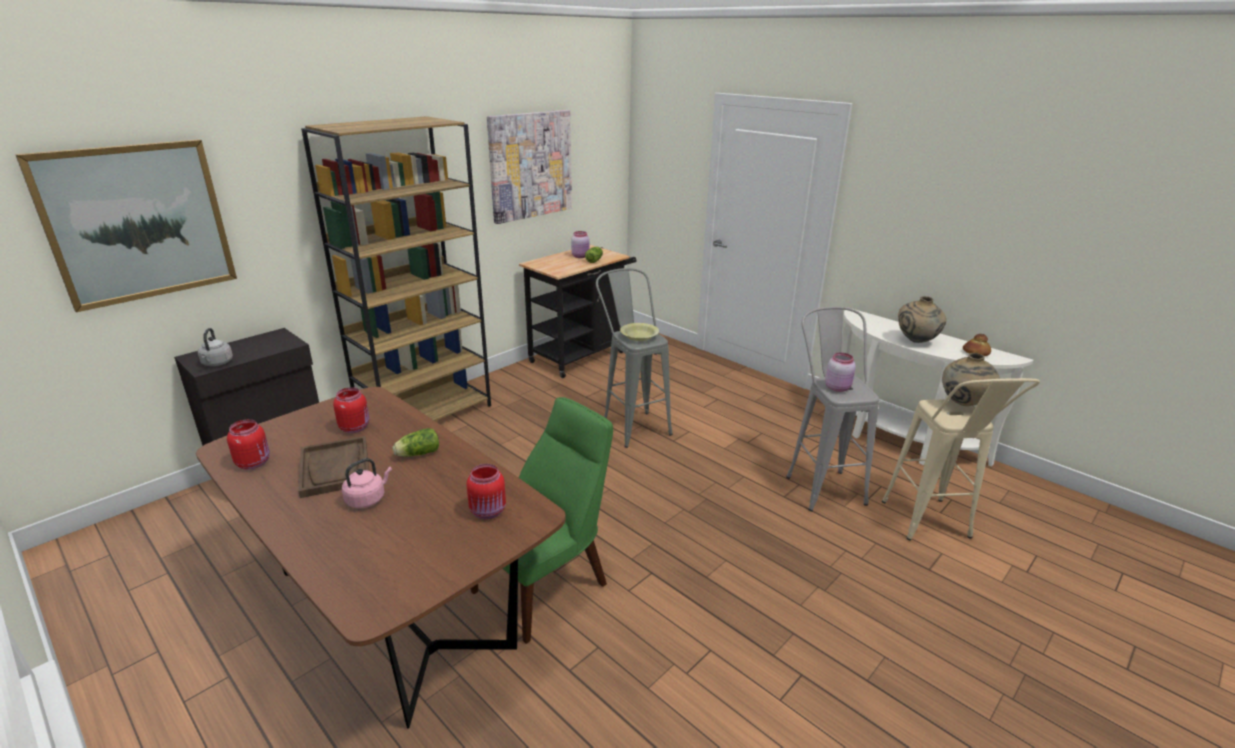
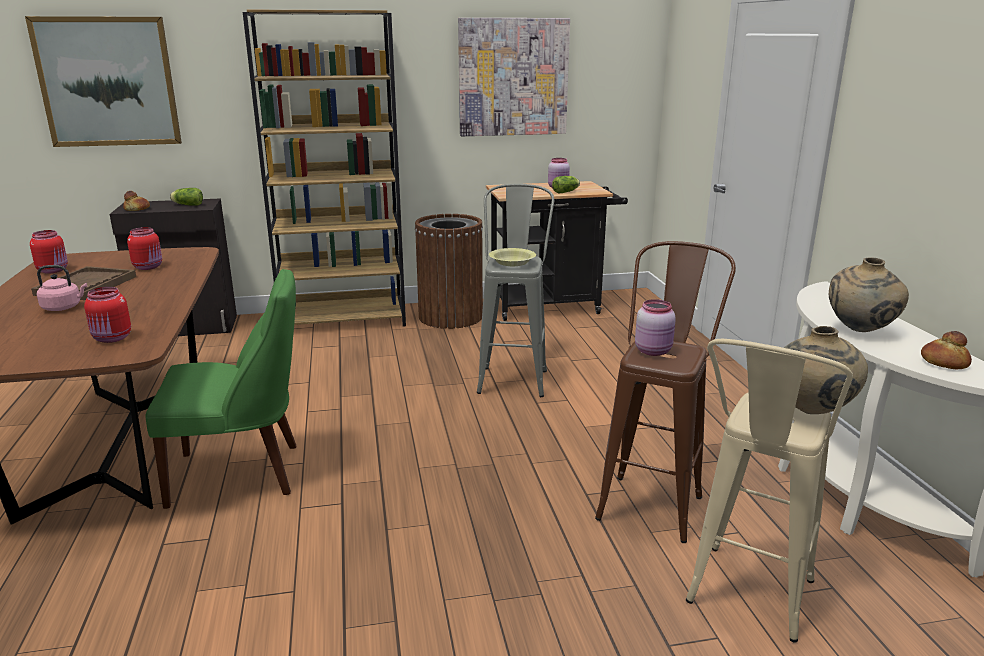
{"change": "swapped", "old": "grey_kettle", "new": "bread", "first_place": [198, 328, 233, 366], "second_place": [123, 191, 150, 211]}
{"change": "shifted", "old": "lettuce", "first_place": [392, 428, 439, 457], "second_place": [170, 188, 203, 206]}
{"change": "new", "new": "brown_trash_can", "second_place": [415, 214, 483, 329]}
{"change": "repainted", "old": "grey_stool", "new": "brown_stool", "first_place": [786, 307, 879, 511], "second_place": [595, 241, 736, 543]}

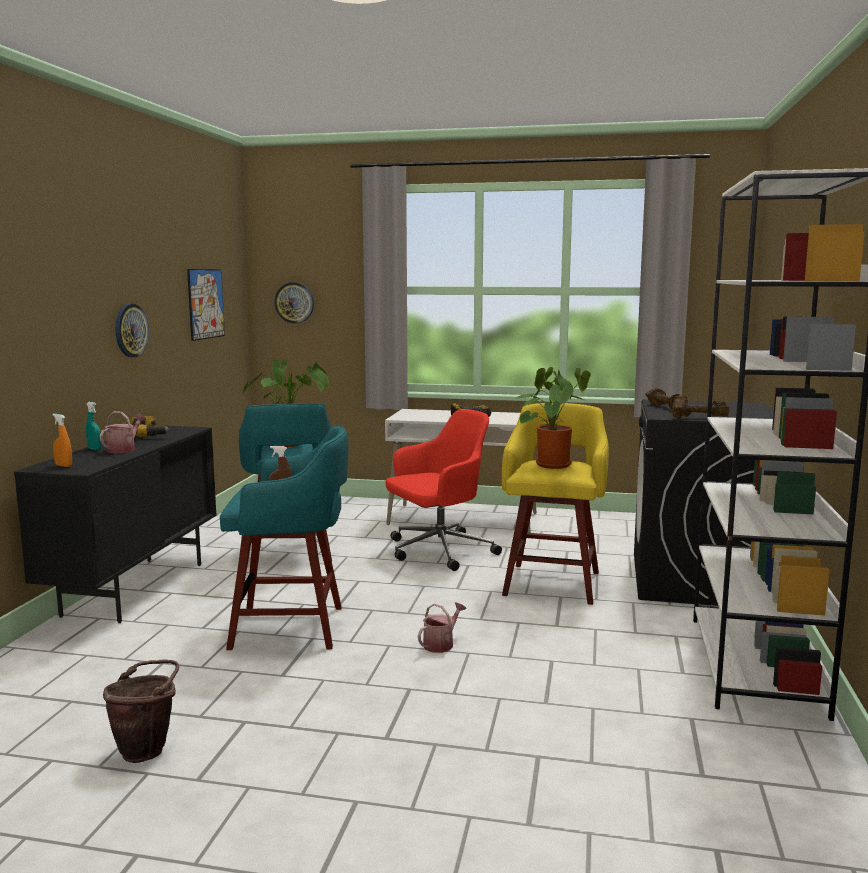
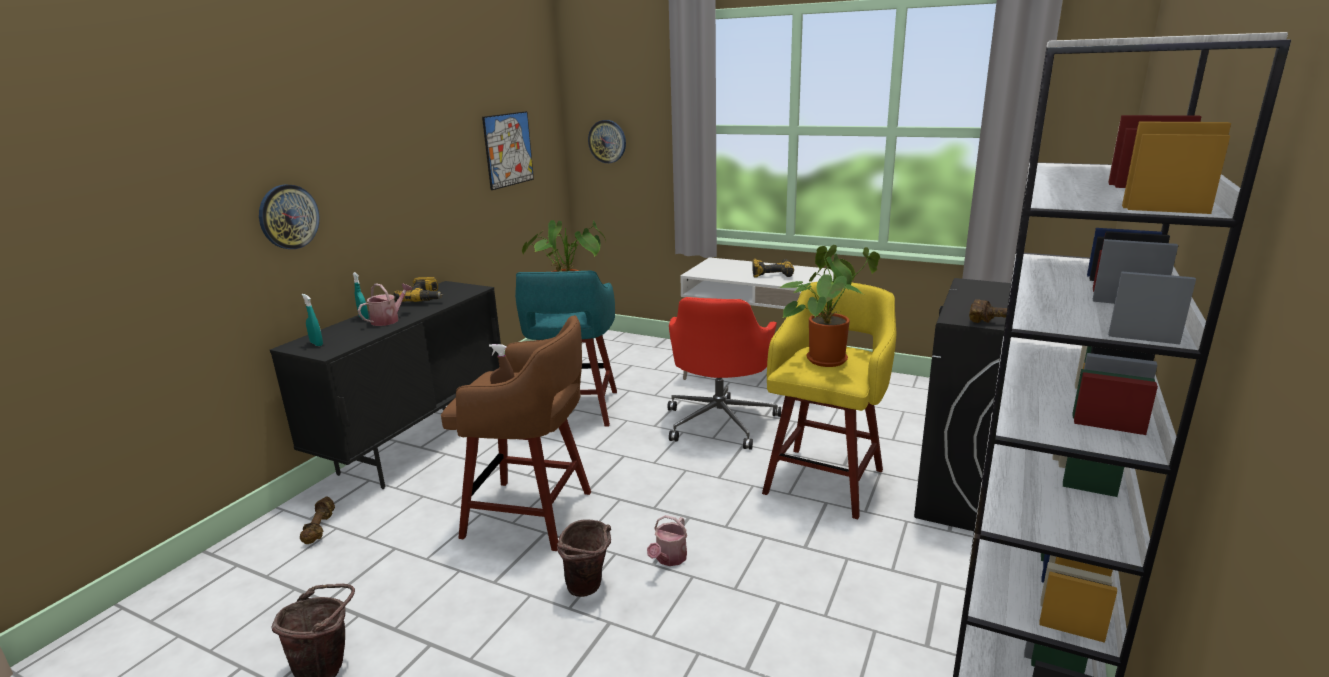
{"change": "shifted", "old": "wall_clock", "first_place": [115, 304, 149, 358], "second_place": [259, 184, 320, 249]}
{"change": "shifted", "old": "brown_dumbbell", "first_place": [645, 388, 688, 409], "second_place": [300, 497, 335, 544]}
{"change": "repainted", "old": "orange_spray_bottle", "new": "turquoise_spray_bottle", "first_place": [53, 414, 72, 467], "second_place": [302, 294, 323, 346]}
{"change": "repainted", "old": "turquoise_stool", "new": "brown_stool", "first_place": [220, 426, 348, 650], "second_place": [441, 315, 591, 551]}
{"change": "new", "new": "brown_bucket", "second_place": [557, 519, 611, 597]}
{"change": "rotated", "old": "watering_can", "first_place": [418, 602, 466, 653], "second_place": [647, 515, 687, 566], "degrees": 150}
{"change": "rotated", "old": "red_office_chair", "first_place": [386, 409, 502, 571], "second_place": [668, 297, 781, 450], "degrees": 120}

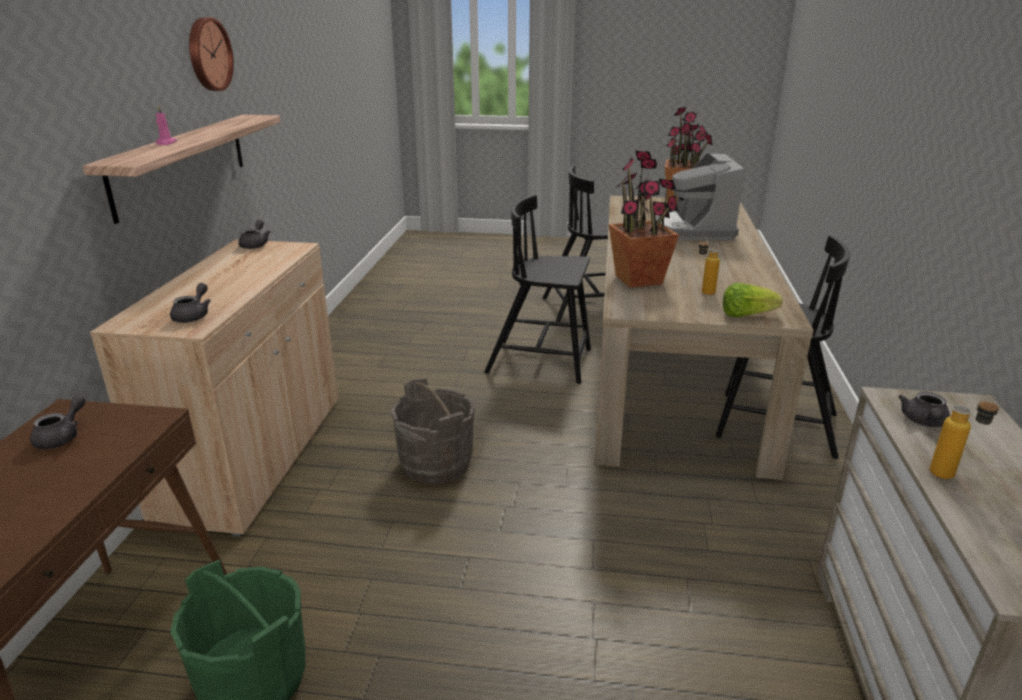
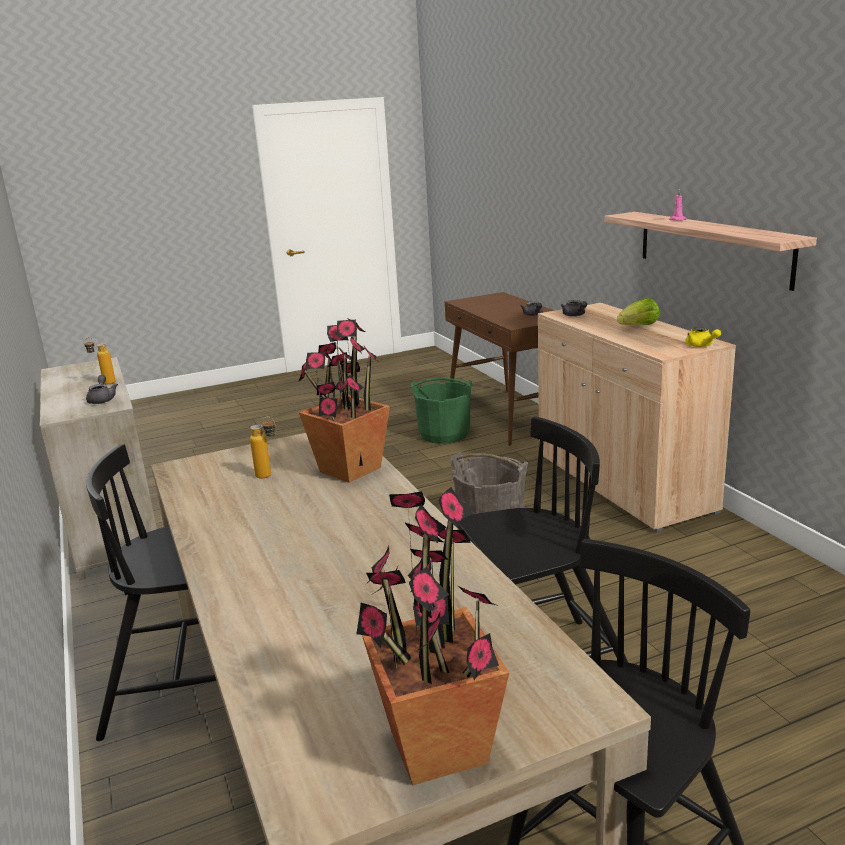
{"change": "shifted", "old": "lettuce", "first_place": [723, 283, 783, 317], "second_place": [617, 298, 660, 325]}
{"change": "repainted", "old": "grey_teapot", "new": "yellow_teapot", "first_place": [239, 220, 270, 249], "second_place": [686, 327, 721, 347]}
{"change": "gone", "old": "wall_clock", "first_place": [189, 17, 234, 91]}
{"change": "gone", "old": "coffee_machine", "first_place": [655, 153, 744, 241]}

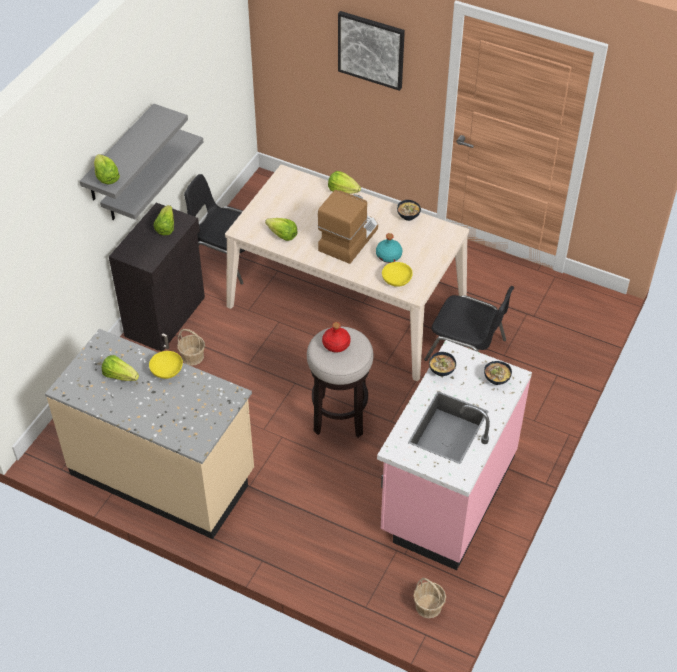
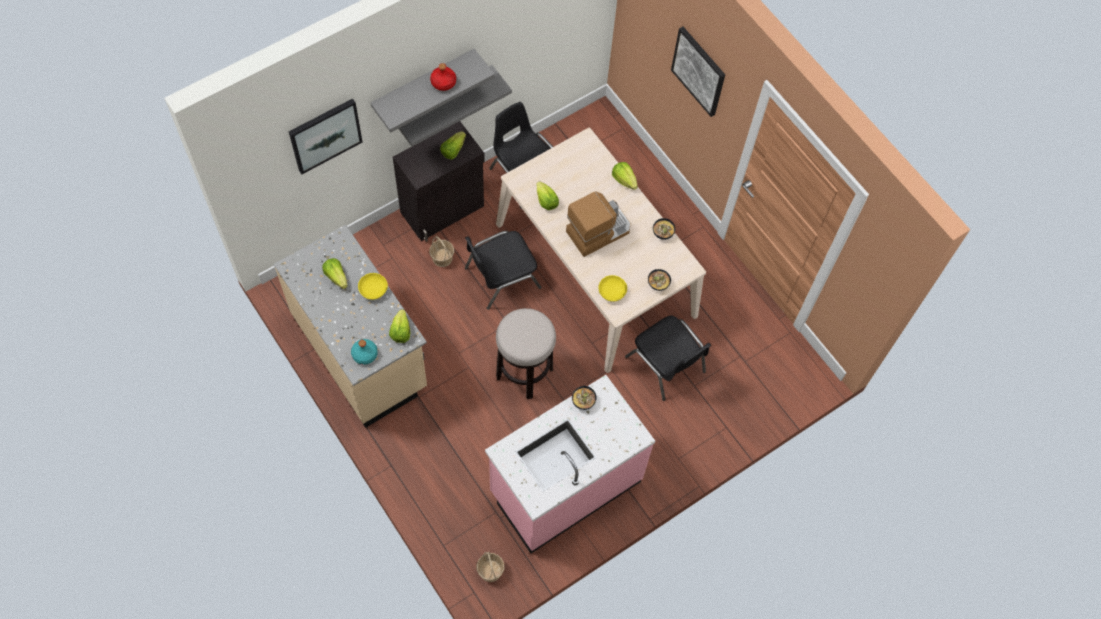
{"change": "new", "new": "picture", "second_place": [289, 98, 362, 174]}
{"change": "shifted", "old": "turquoise_bottle", "first_place": [376, 233, 402, 263], "second_place": [351, 339, 378, 365]}
{"change": "shifted", "old": "lettuce", "first_place": [94, 154, 120, 184], "second_place": [389, 309, 410, 343]}
{"change": "shifted", "old": "red_bottle", "first_place": [322, 322, 351, 353], "second_place": [430, 63, 456, 91]}
{"change": "new", "new": "black_chair", "second_place": [465, 231, 541, 310]}
{"change": "shifted", "old": "bowl", "first_place": [484, 361, 512, 385], "second_place": [648, 269, 671, 291]}

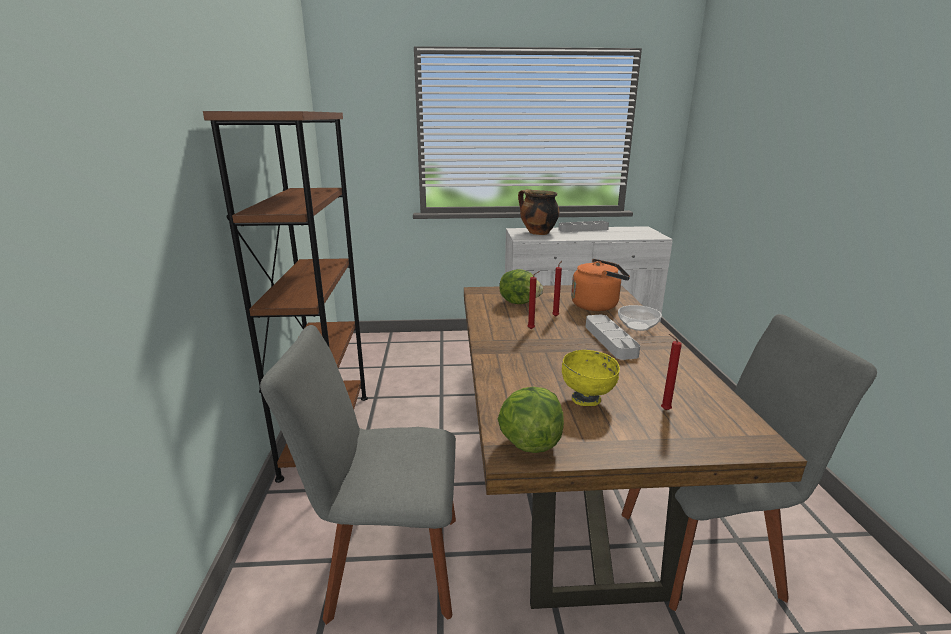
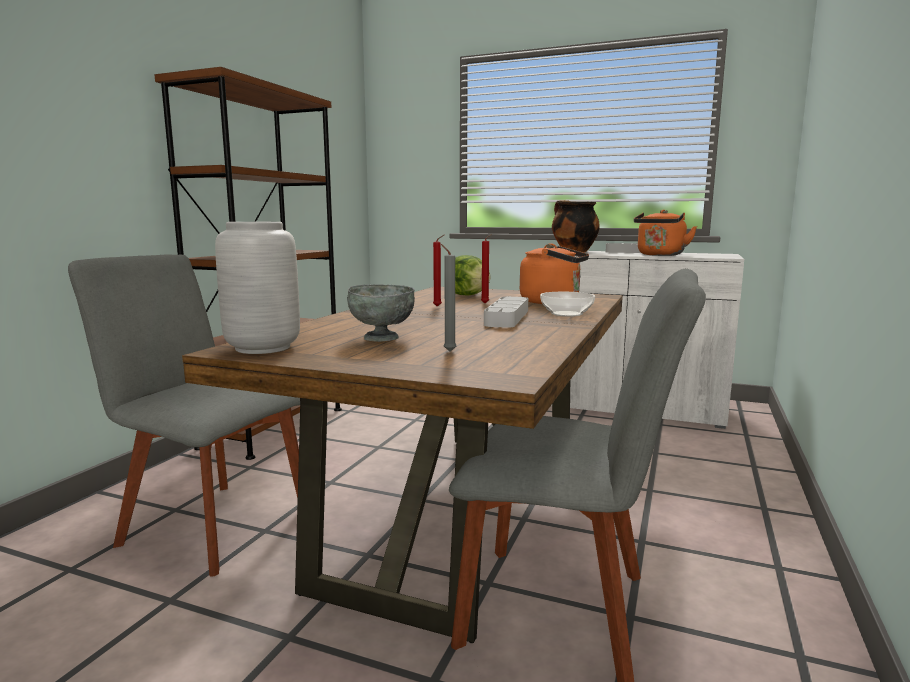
{"change": "swapped", "old": "lettuce", "new": "grey_vase", "first_place": [498, 387, 564, 453], "second_place": [215, 222, 300, 354]}
{"change": "repainted", "old": "yellow_bowl", "new": "grey_bowl", "first_place": [562, 350, 620, 406], "second_place": [347, 284, 415, 342]}
{"change": "repainted", "old": "red_candle", "new": "grey_candle", "first_place": [661, 334, 682, 410], "second_place": [441, 244, 456, 351]}
{"change": "new", "new": "orange_kettle", "second_place": [634, 210, 697, 256]}

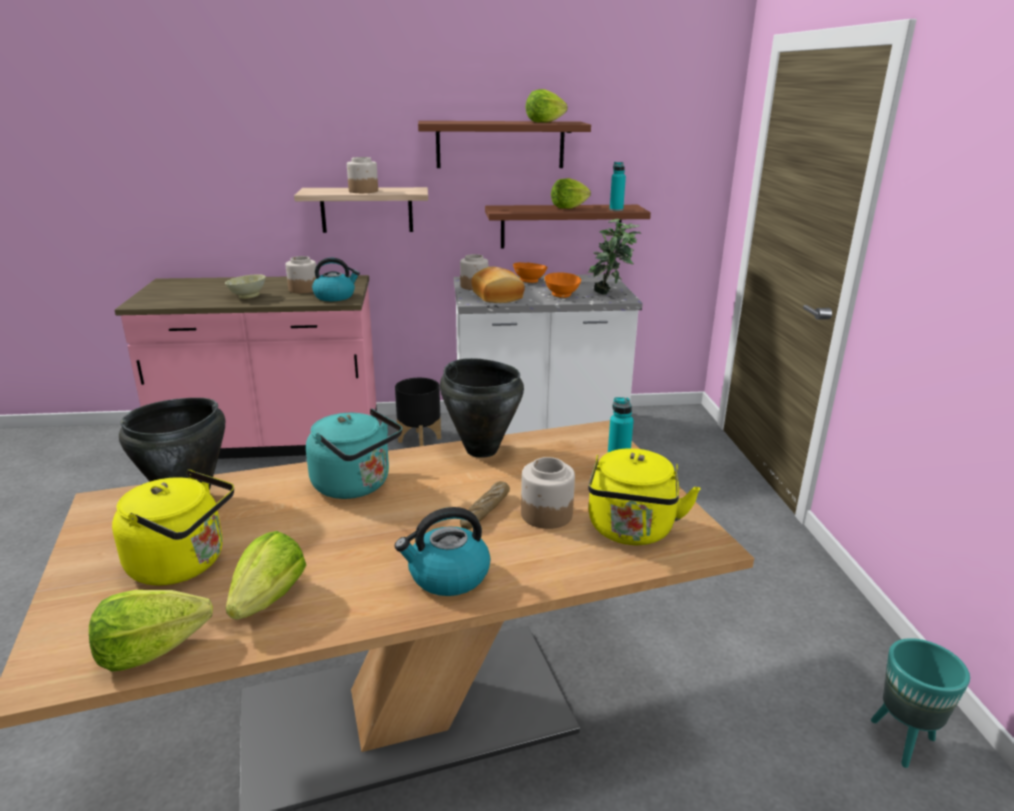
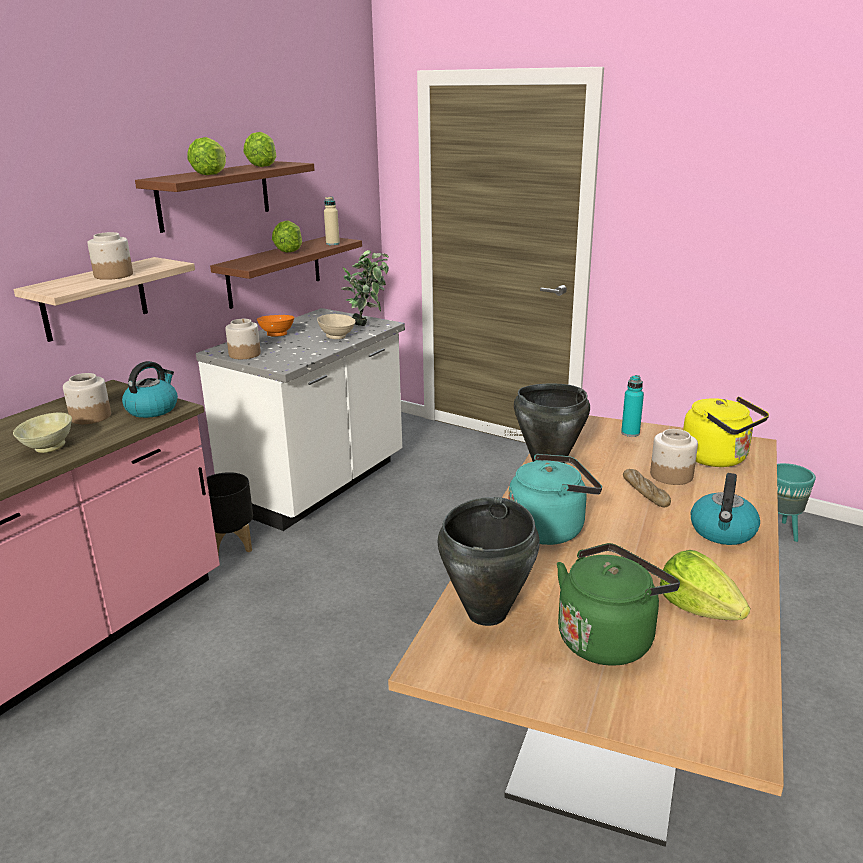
{"change": "shifted", "old": "lettuce", "first_place": [89, 590, 213, 671], "second_place": [187, 137, 226, 175]}
{"change": "repainted", "old": "orange_bowl", "new": "beige_bowl", "first_place": [544, 272, 581, 298], "second_place": [317, 314, 356, 339]}
{"change": "repainted", "old": "turquoise_bottle", "new": "beige_bottle", "first_place": [610, 162, 626, 211], "second_place": [324, 197, 340, 245]}
{"change": "repainted", "old": "yellow_kettle", "new": "green_kettle", "first_place": [112, 470, 234, 586], "second_place": [557, 543, 680, 666]}
{"change": "gone", "old": "bread", "first_place": [472, 266, 525, 303]}

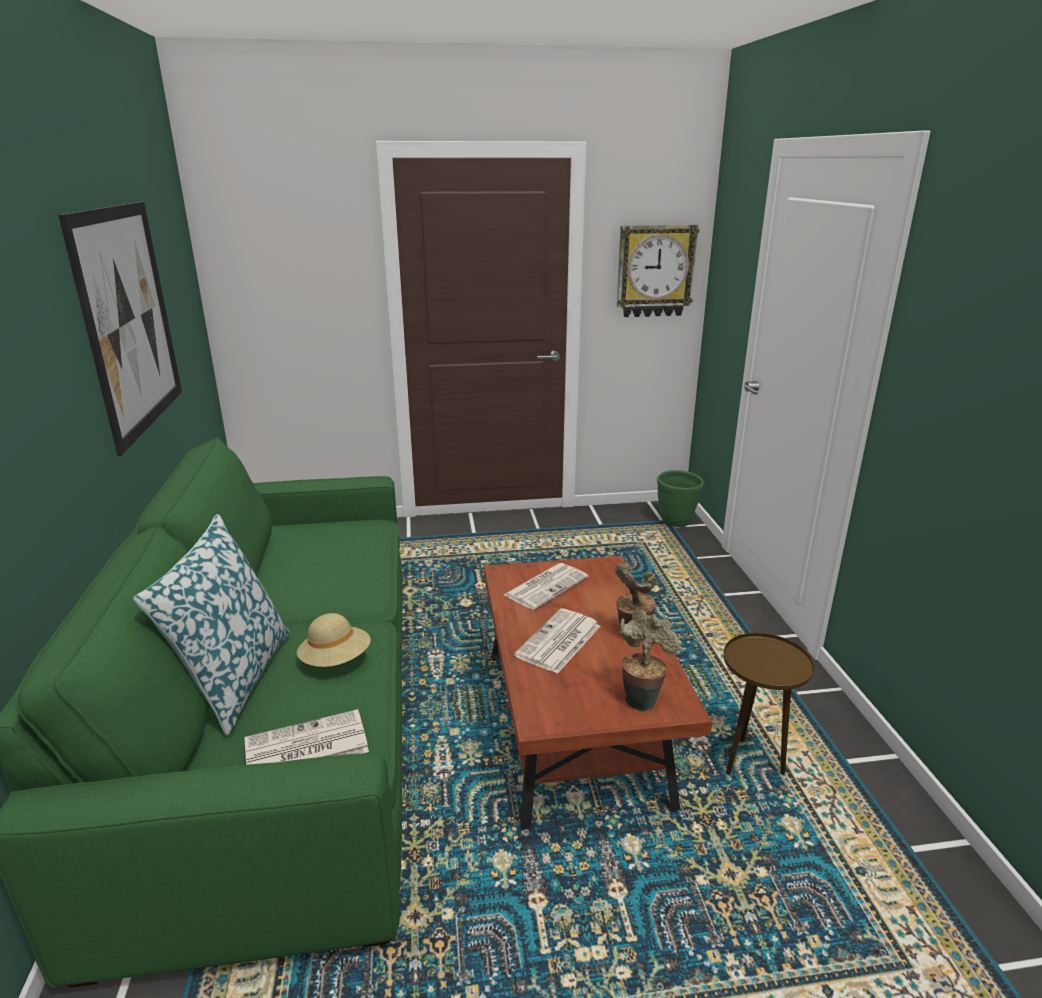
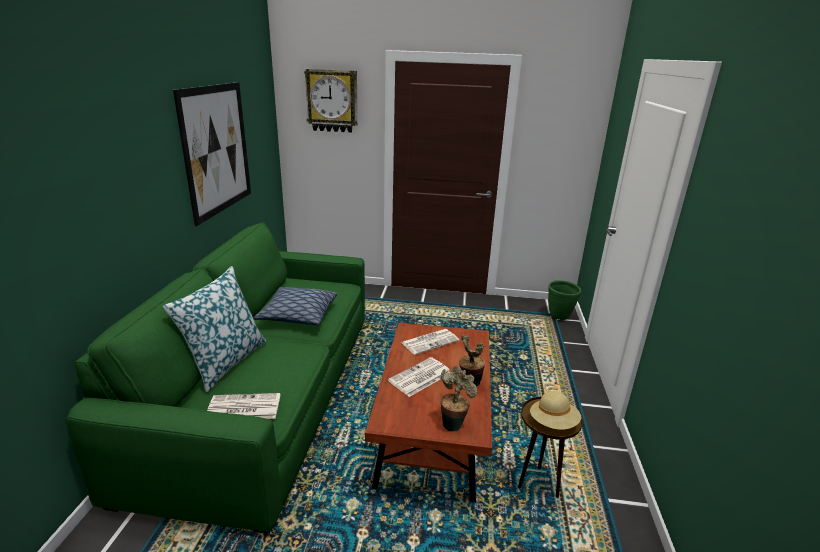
{"change": "new", "new": "pillow", "second_place": [254, 287, 338, 326]}
{"change": "shifted", "old": "wall_clock", "first_place": [616, 225, 699, 317], "second_place": [304, 69, 358, 133]}
{"change": "shifted", "old": "beige_hat", "first_place": [297, 613, 371, 667], "second_place": [530, 391, 581, 430]}

